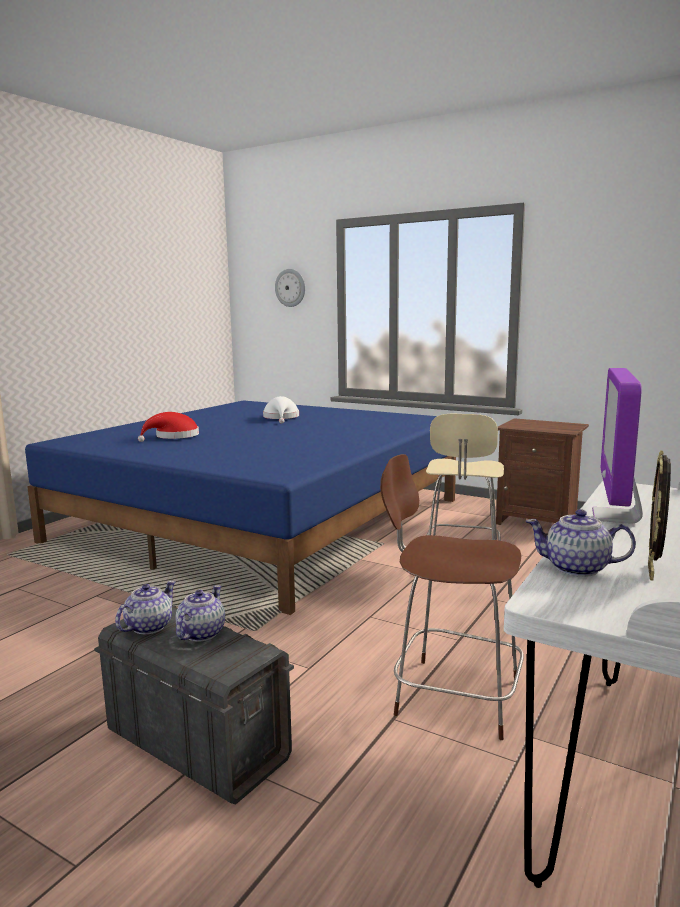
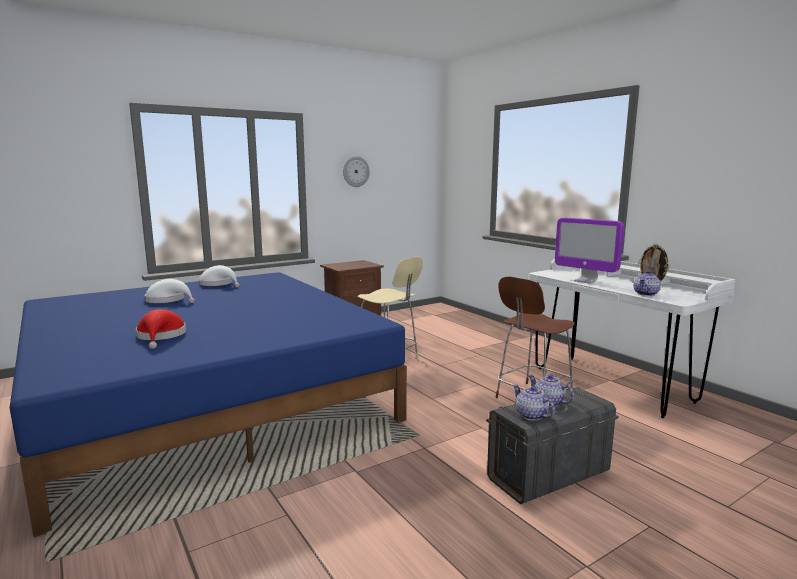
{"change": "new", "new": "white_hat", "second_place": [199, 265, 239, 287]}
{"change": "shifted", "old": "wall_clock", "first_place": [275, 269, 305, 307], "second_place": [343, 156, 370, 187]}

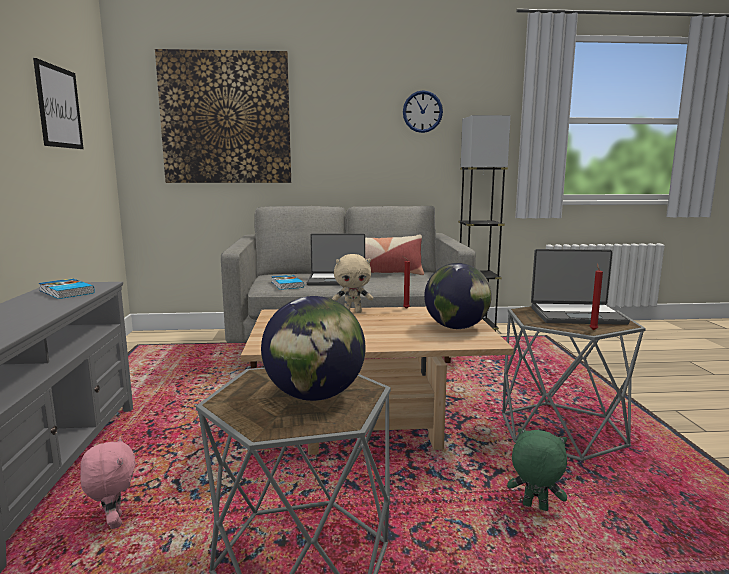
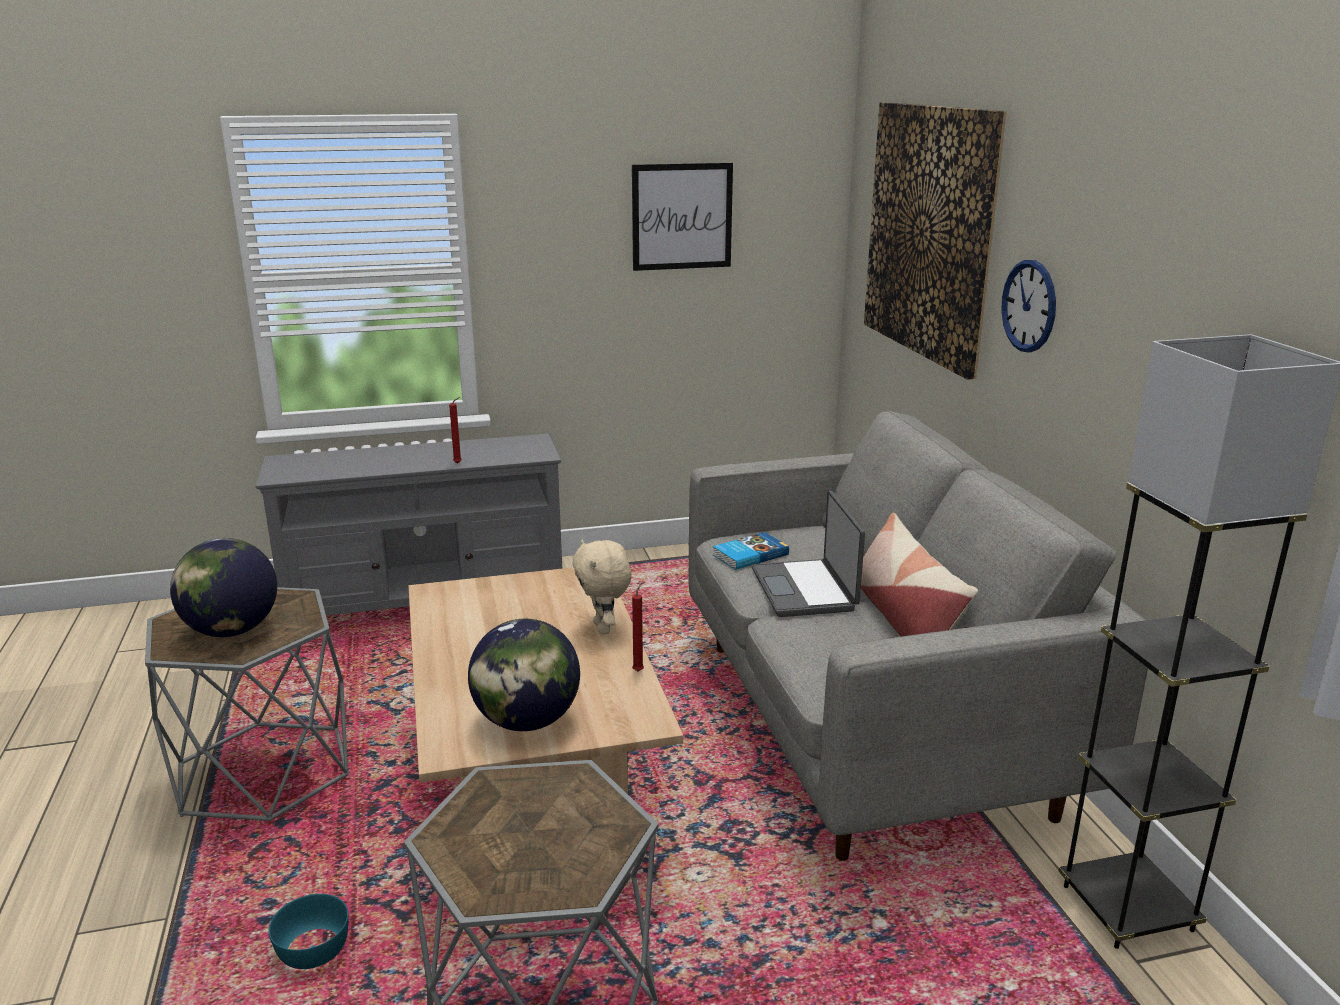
{"change": "swapped", "old": "green_plush_toy", "new": "turquoise_bowl", "first_place": [507, 428, 567, 511], "second_place": [269, 894, 349, 969]}
{"change": "shifted", "old": "red_candle", "first_place": [589, 263, 603, 330], "second_place": [449, 397, 462, 464]}
{"change": "shifted", "old": "wall_clock", "first_place": [403, 90, 443, 133], "second_place": [1001, 260, 1056, 352]}
{"change": "gone", "old": "book", "first_place": [39, 278, 95, 299]}
{"change": "gone", "old": "pink_plush_toy", "first_place": [80, 437, 135, 529]}
{"change": "gone", "old": "laptop", "first_place": [531, 249, 630, 325]}

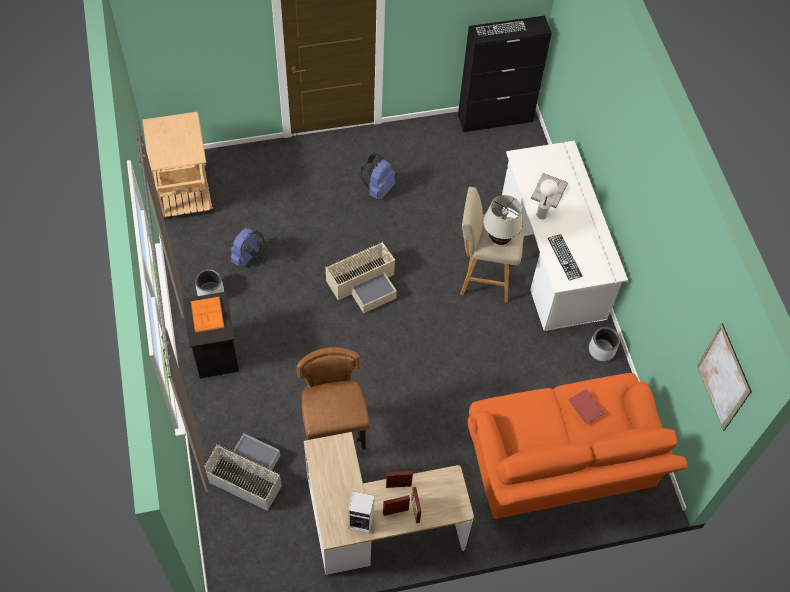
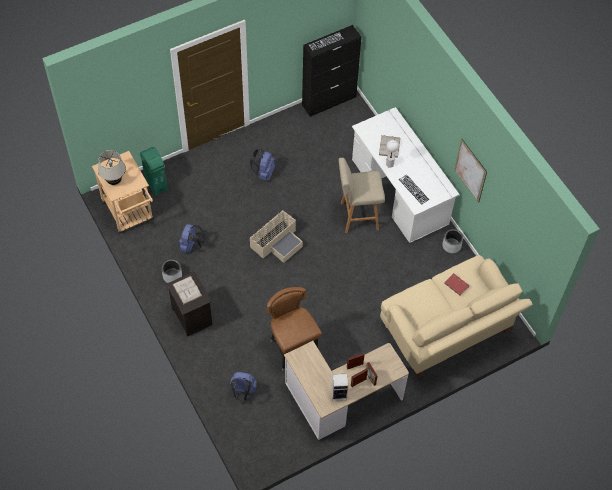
{"change": "shifted", "old": "beige_table_lamp", "first_place": [483, 195, 523, 245], "second_place": [98, 150, 126, 185]}
{"change": "new", "new": "green_trash_can", "second_place": [139, 147, 168, 196]}
{"change": "repainted", "old": "orange_book", "new": "white_book", "first_place": [191, 296, 224, 333], "second_place": [172, 276, 202, 304]}
{"change": "swapped", "old": "grey_storage_box", "new": "blue_backpack", "first_place": [204, 433, 282, 511], "second_place": [230, 372, 257, 401]}
{"change": "repainted", "old": "orange_sofa", "new": "beige_sofa", "first_place": [468, 373, 688, 523], "second_place": [380, 255, 533, 377]}
{"change": "shifted", "old": "picture", "first_place": [697, 323, 752, 431], "second_place": [454, 139, 487, 203]}

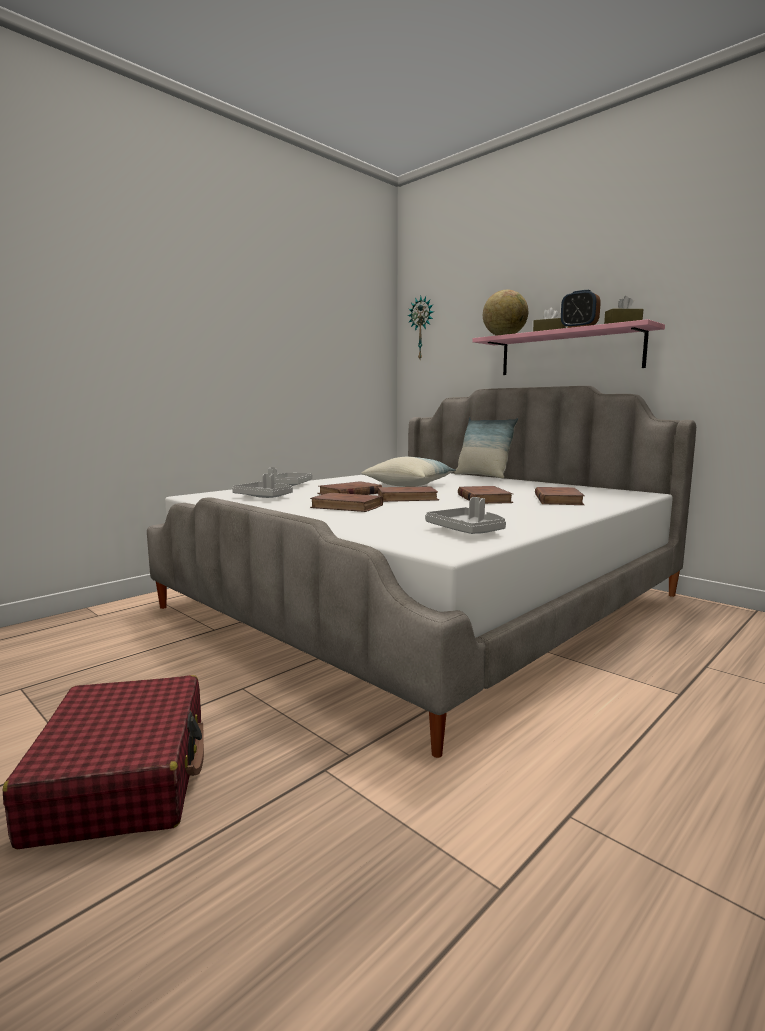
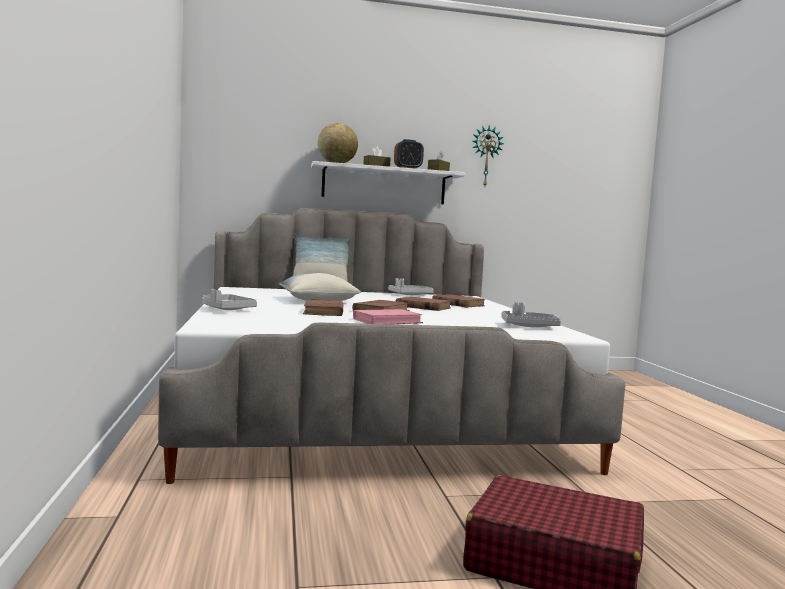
{"change": "repainted", "old": "pink_shelf", "new": "white_shelf", "first_place": [472, 319, 665, 375], "second_place": [311, 161, 466, 204]}
{"change": "repainted", "old": "brown_book", "new": "pink_book", "first_place": [310, 493, 383, 512], "second_place": [353, 309, 423, 324]}
{"change": "shifted", "old": "grey_tray", "first_place": [232, 473, 293, 498], "second_place": [388, 278, 434, 295]}
{"change": "shifted", "old": "wall_clock", "first_place": [408, 296, 434, 359], "second_place": [472, 125, 504, 186]}

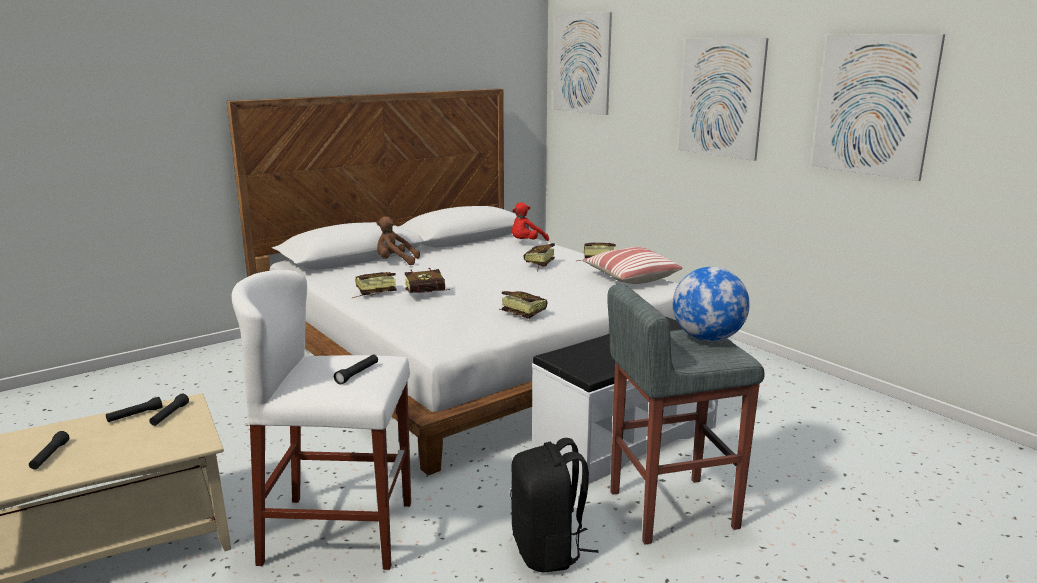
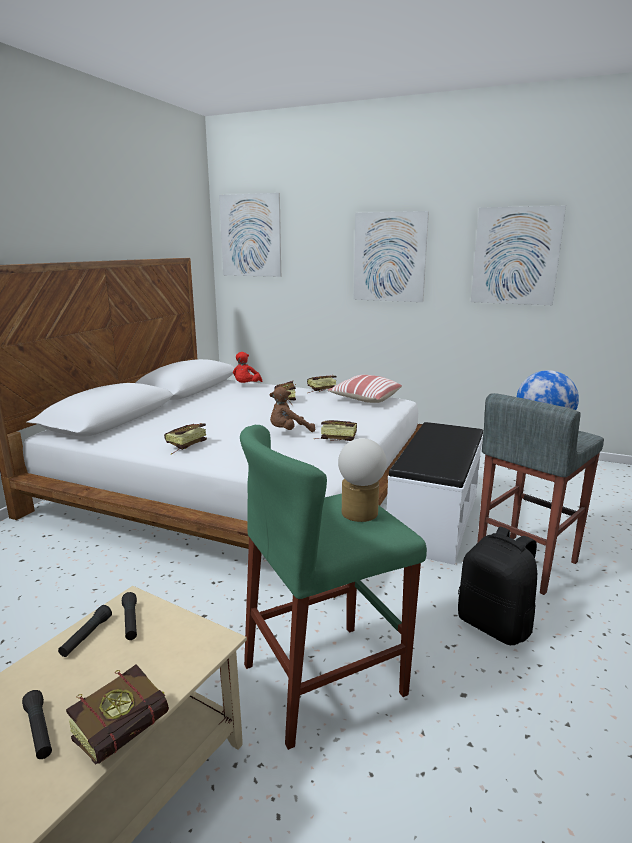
{"change": "shifted", "old": "book", "first_place": [405, 268, 449, 293], "second_place": [66, 664, 169, 765]}
{"change": "repainted", "old": "white_stool", "new": "green_stool", "first_place": [232, 270, 411, 570], "second_place": [240, 425, 427, 750]}
{"change": "shifted", "old": "brown_plush_toy", "first_place": [377, 216, 420, 265], "second_place": [270, 386, 315, 432]}
{"change": "swapped", "old": "black_flashlight", "new": "table_lamp", "first_place": [334, 354, 378, 385], "second_place": [338, 438, 387, 522]}

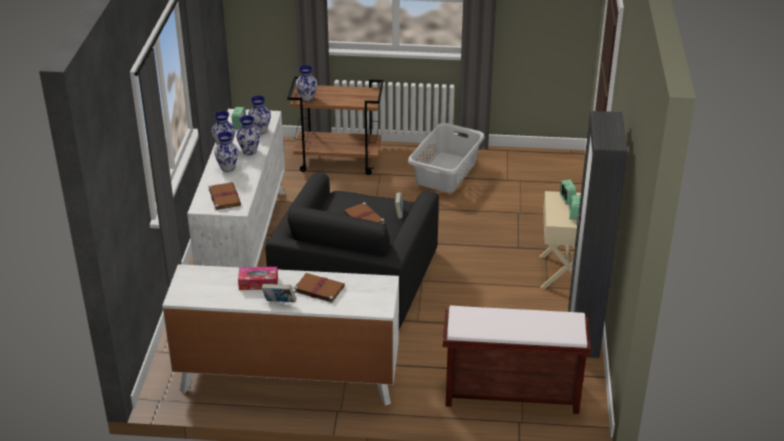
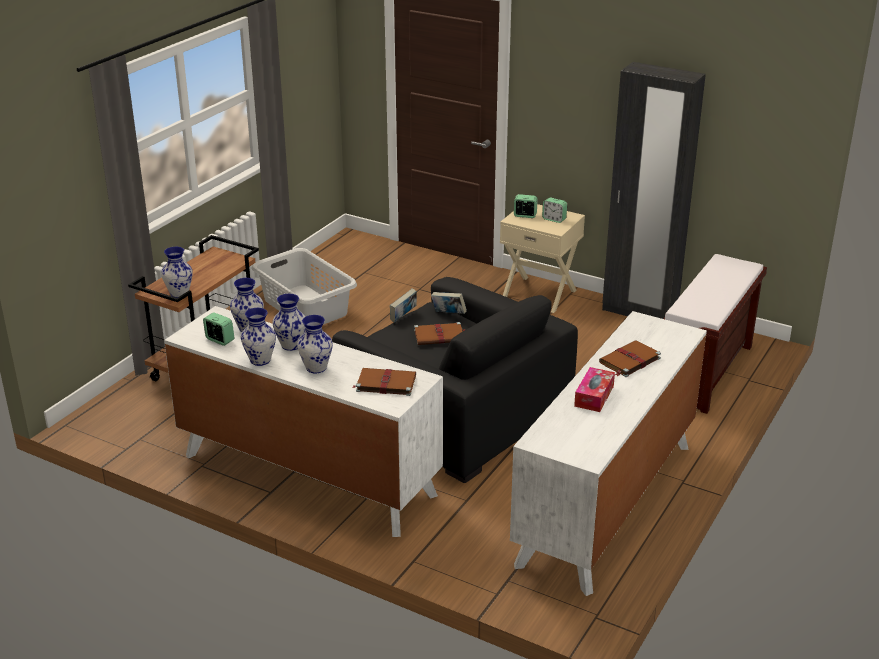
{"change": "shifted", "old": "book", "first_place": [261, 284, 296, 302], "second_place": [390, 289, 417, 323]}

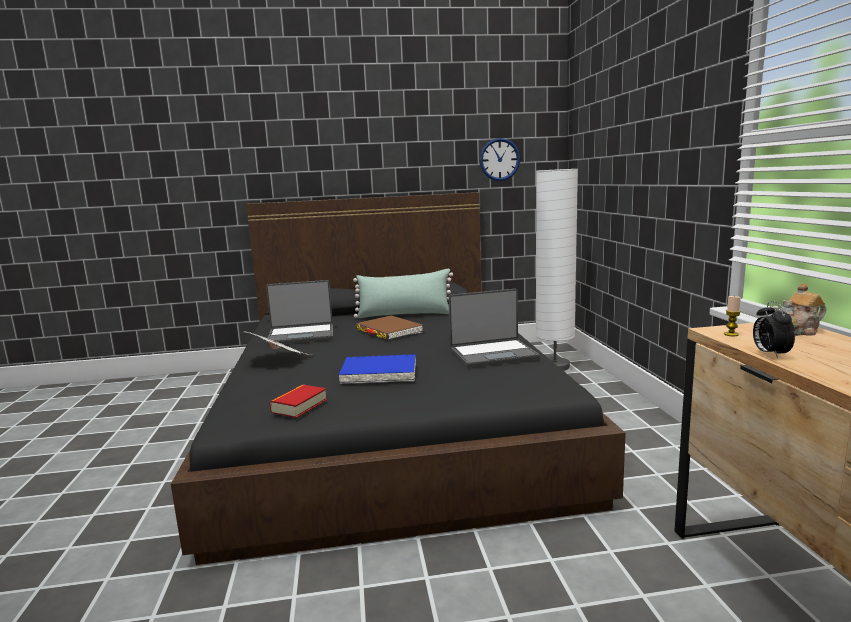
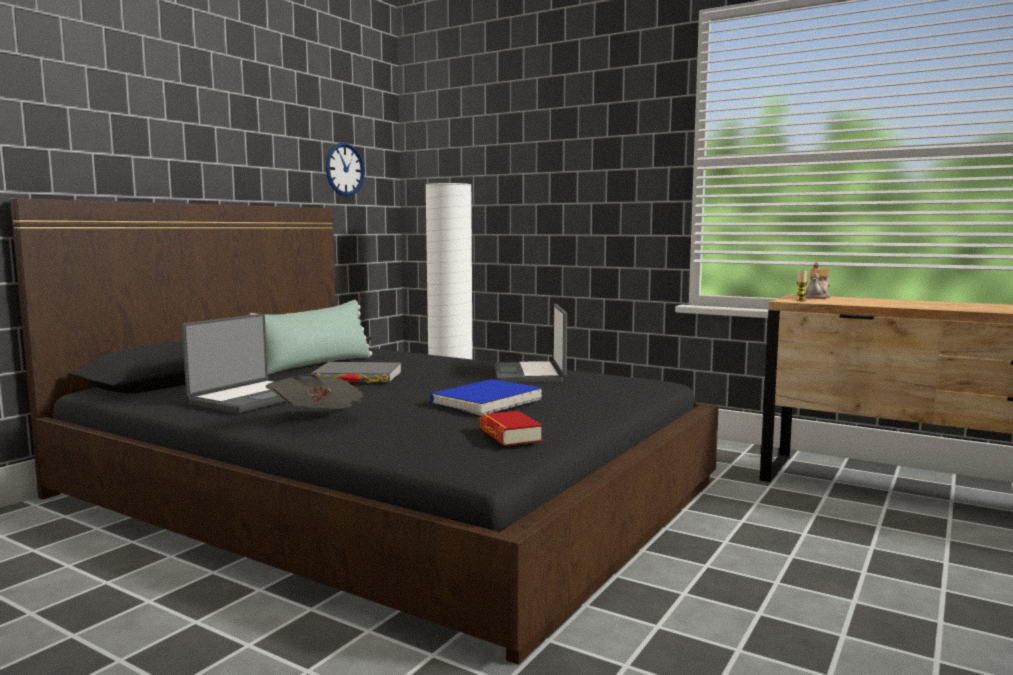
{"change": "repainted", "old": "brown_book", "new": "grey_book", "first_place": [356, 315, 423, 340], "second_place": [312, 362, 401, 382]}
{"change": "rotated", "old": "laptop", "first_place": [448, 289, 540, 368], "second_place": [495, 304, 567, 383], "degrees": 150}
{"change": "gone", "old": "alarm_clock", "first_place": [753, 301, 795, 359]}

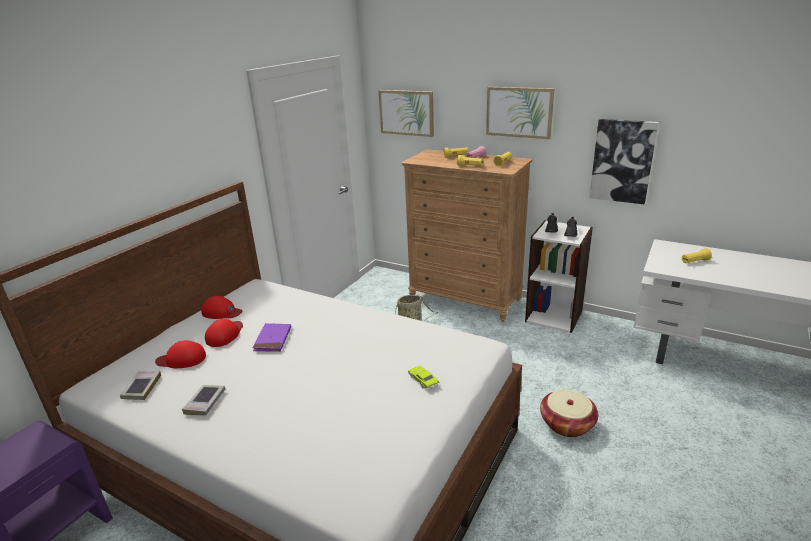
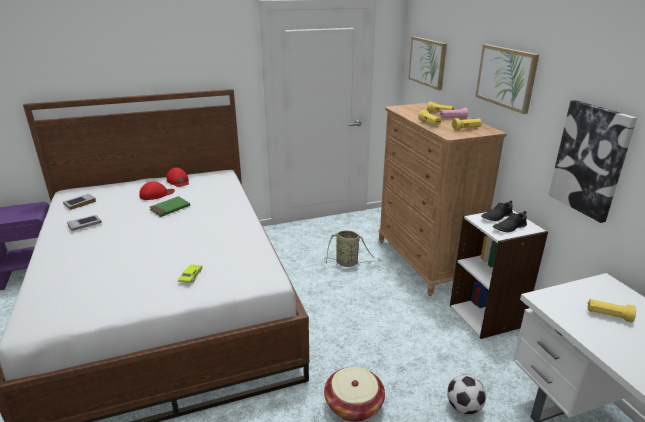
{"change": "repainted", "old": "purple_book", "new": "green_book", "first_place": [252, 323, 291, 352], "second_place": [150, 196, 190, 217]}
{"change": "new", "new": "football", "second_place": [447, 375, 486, 414]}
{"change": "gone", "old": "red_cap", "first_place": [155, 340, 206, 368]}

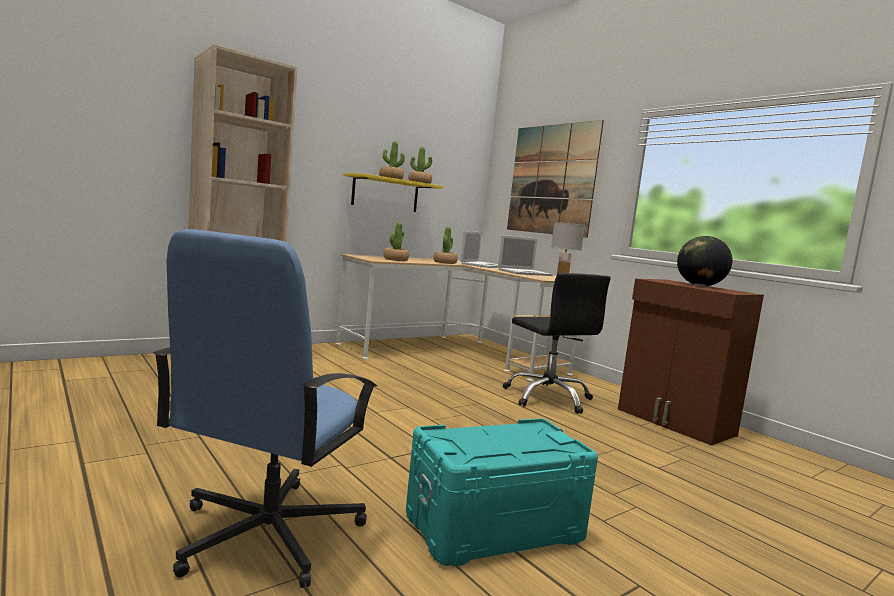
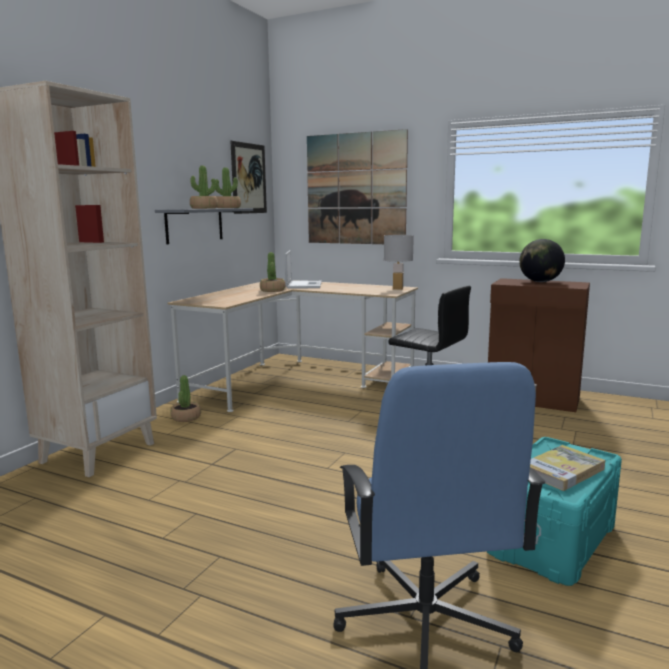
{"change": "repainted", "old": "yellow_shelf", "new": "grey_shelf", "first_place": [343, 173, 443, 212], "second_place": [155, 208, 253, 244]}
{"change": "shifted", "old": "potted_plant", "first_place": [384, 222, 409, 261], "second_place": [171, 375, 201, 422]}
{"change": "new", "new": "picture", "second_place": [230, 141, 267, 214]}
{"change": "new", "new": "book", "second_place": [530, 445, 605, 491]}
{"change": "gone", "old": "laptop", "first_place": [498, 235, 553, 276]}

